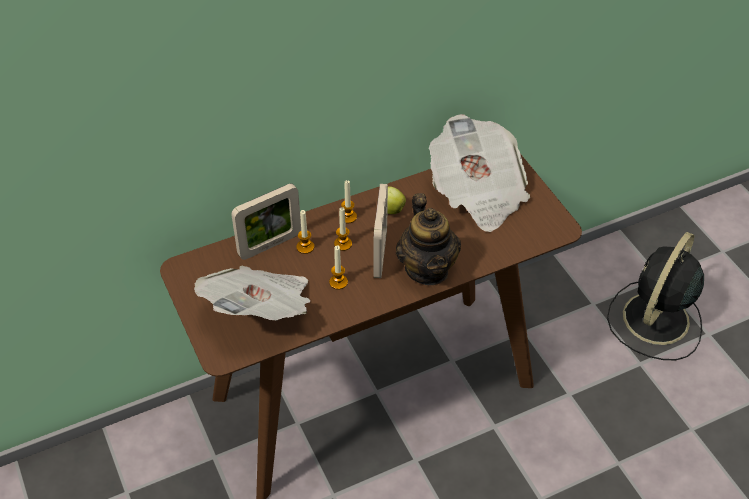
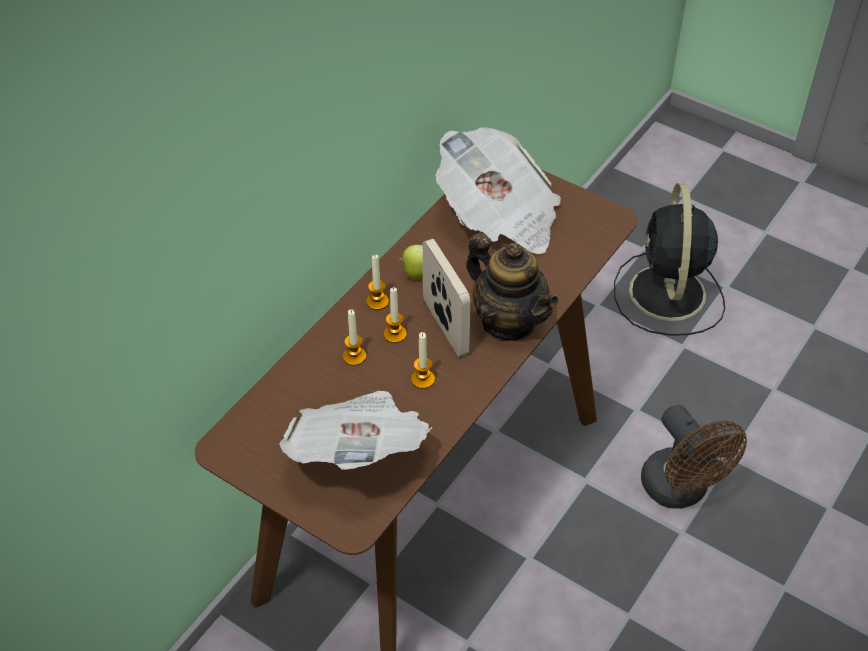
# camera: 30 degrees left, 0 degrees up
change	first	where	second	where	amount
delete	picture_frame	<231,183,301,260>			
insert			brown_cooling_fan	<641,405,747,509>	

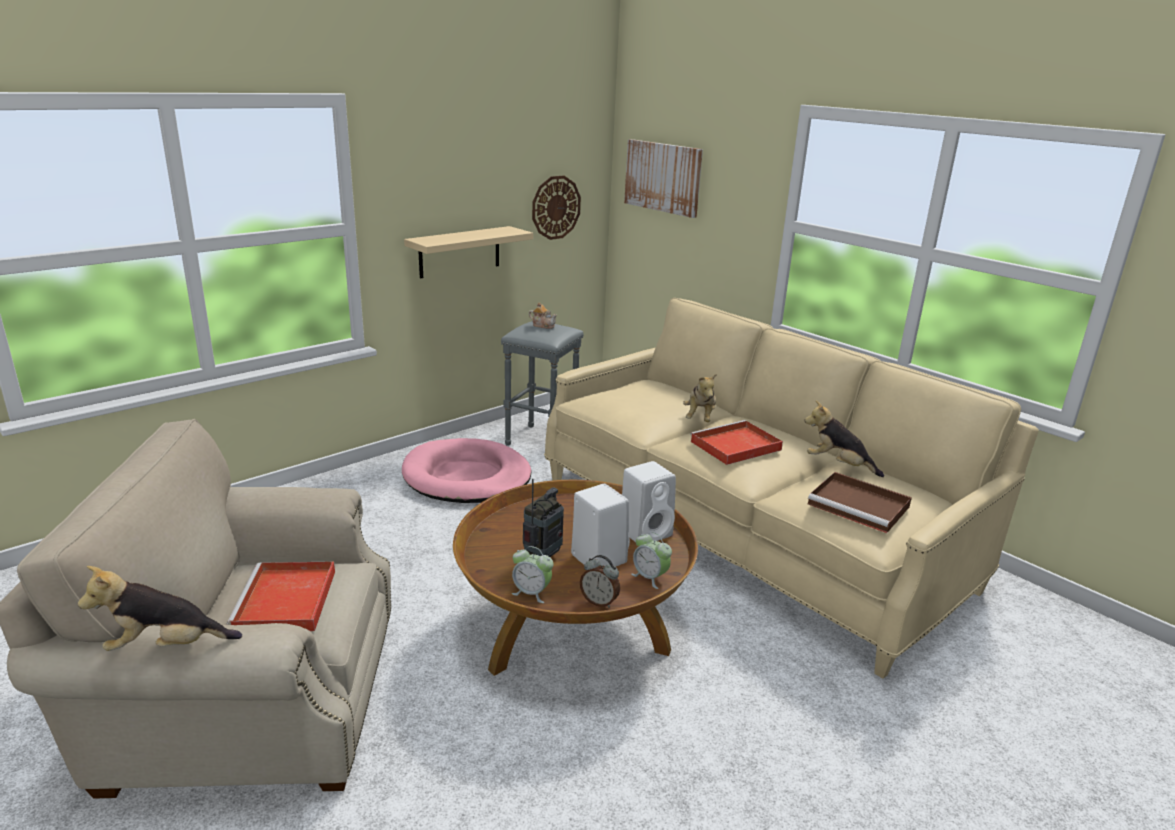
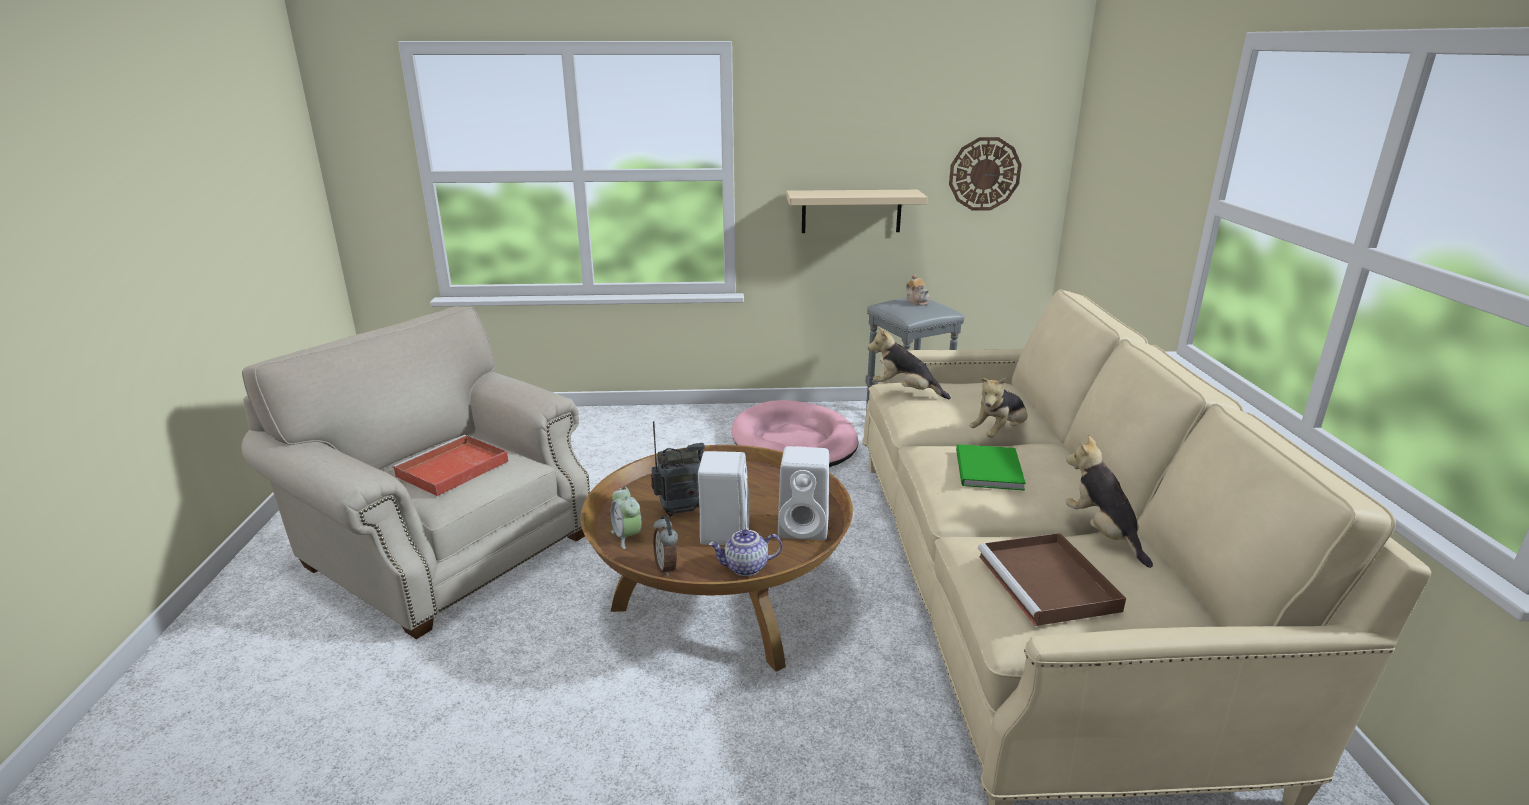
# camera: 40 degrees right, 0 degrees up
change	first	where	second	where	amount
delete	wall_art	<624,139,703,218>			
replace	red-coloured_serving_tray	<690,420,783,465>	green_bound_book	<956,444,1026,491>	
replace	bedside_clock	<631,532,672,589>	teapot	<708,529,782,576>	
move	soft_toy	<78,566,242,651>		<868,326,951,399>	

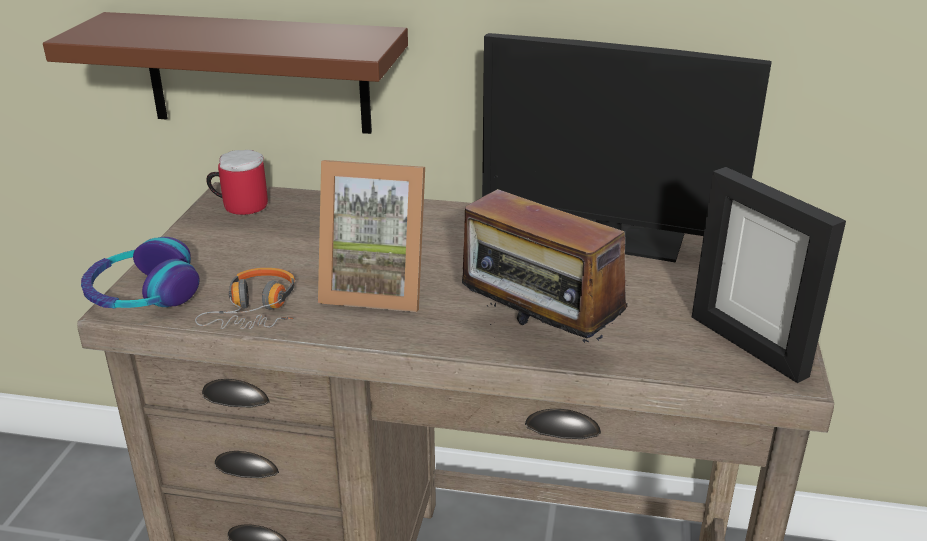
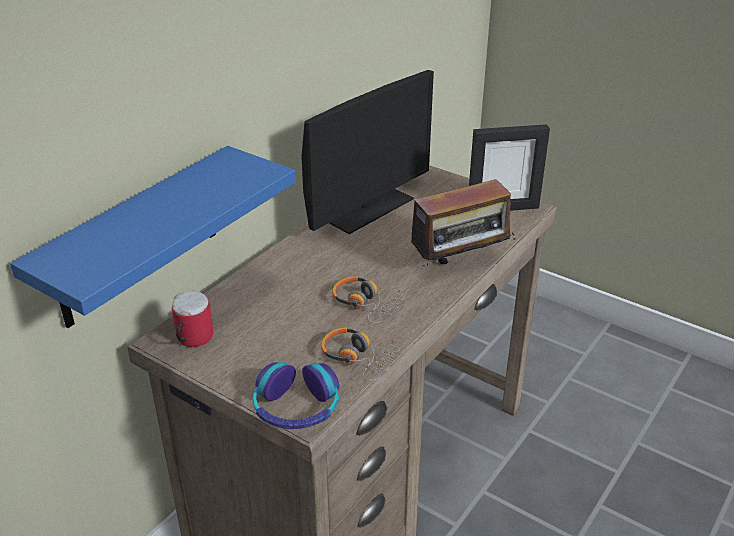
# camera: 65 degrees left, 5 degrees up
change	first	where	second	where	amount
recolor	brown_bracket_shelf	<43,12,408,134>	blue_bracket_shelf	<10,146,296,328>	
replace	picture_frame	<318,160,425,312>	headset	<332,276,404,323>	

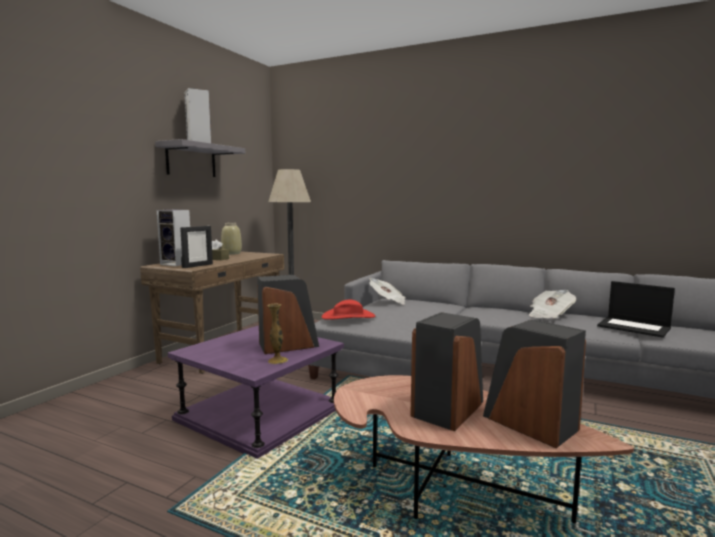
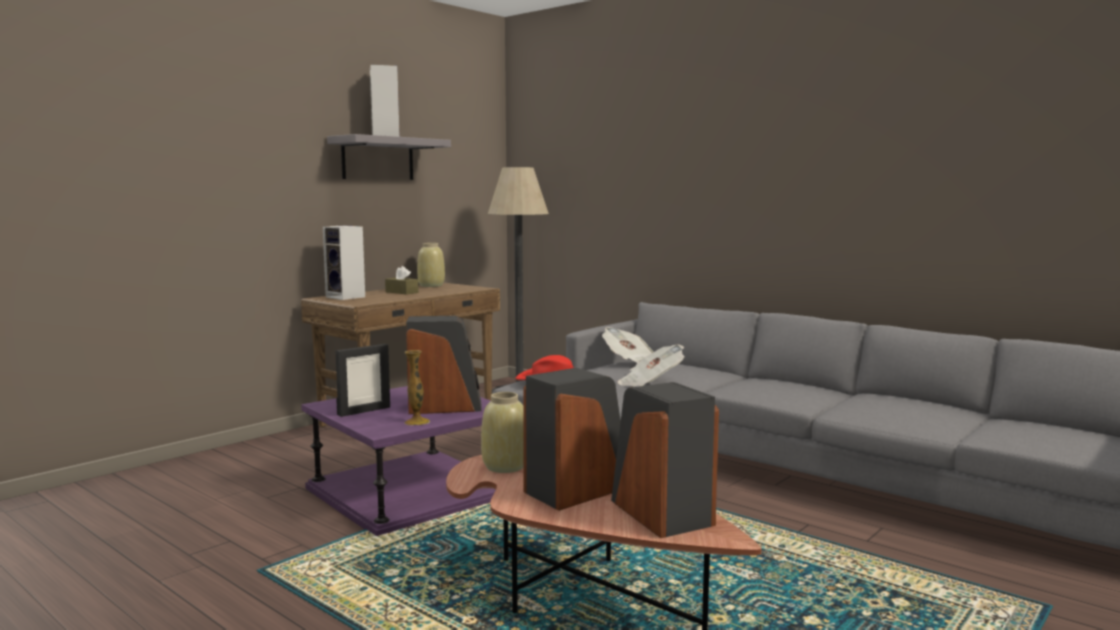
# camera: 15 degrees right, 0 degrees up
change	first	where	second	where	amount
move	picture_frame	<180,226,213,268>		<335,344,390,417>	
delete	portable_computer	<597,281,675,338>			
move	daily_paper	<529,290,576,318>		<617,345,684,387>	
insert			beige_vase	<481,392,524,473>	

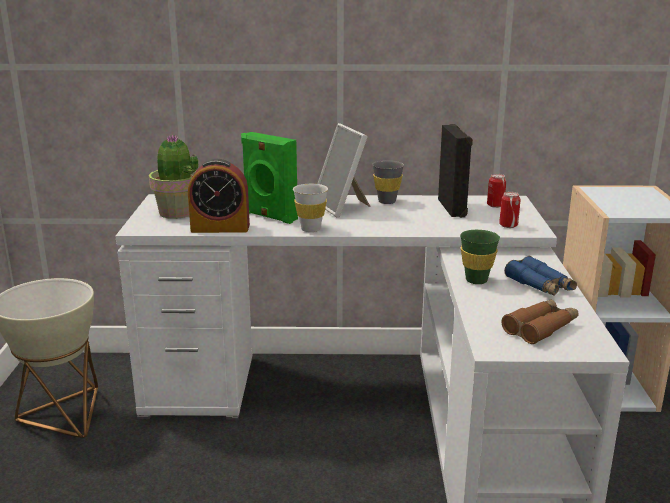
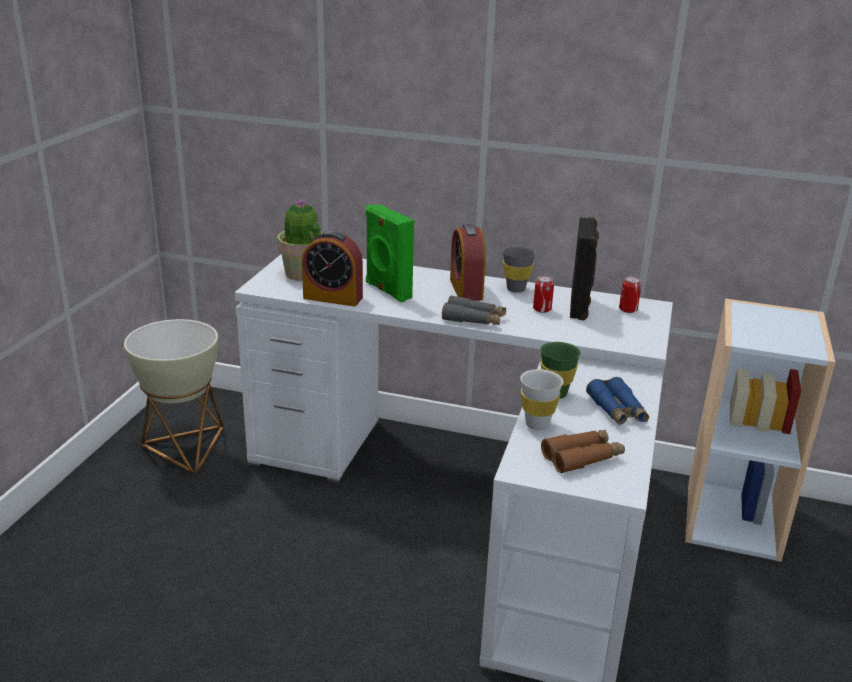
# camera: 15 degrees right, 5 degrees up
change	first	where	second	where	amount
replace	picture_frame	<317,123,371,218>	bedside_clock	<450,224,486,301>	
move	white_drinking_cup	<293,184,328,232>		<520,369,564,430>	
move	sealed_can	<499,191,521,228>		<533,276,554,313>	
insert			greyish_field_glasses	<442,295,506,325>	

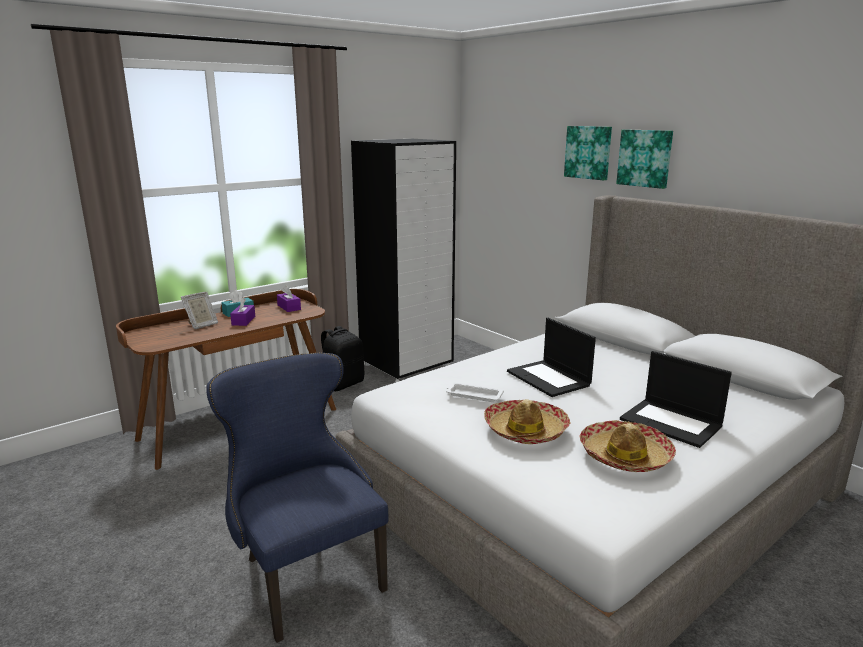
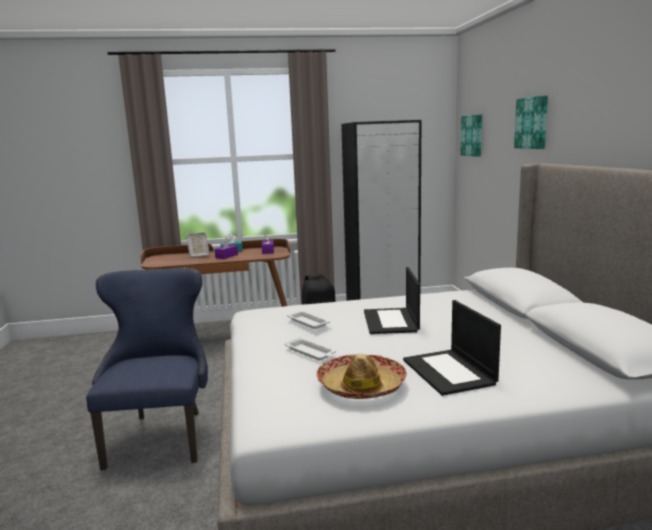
# camera: 30 degrees right, 5 degrees down
change	first	where	second	where	amount
move	wall_art	<616,129,673,189>		<460,114,482,157>	
replace	hat	<484,399,570,444>	white_serving_tray	<284,337,336,361>	

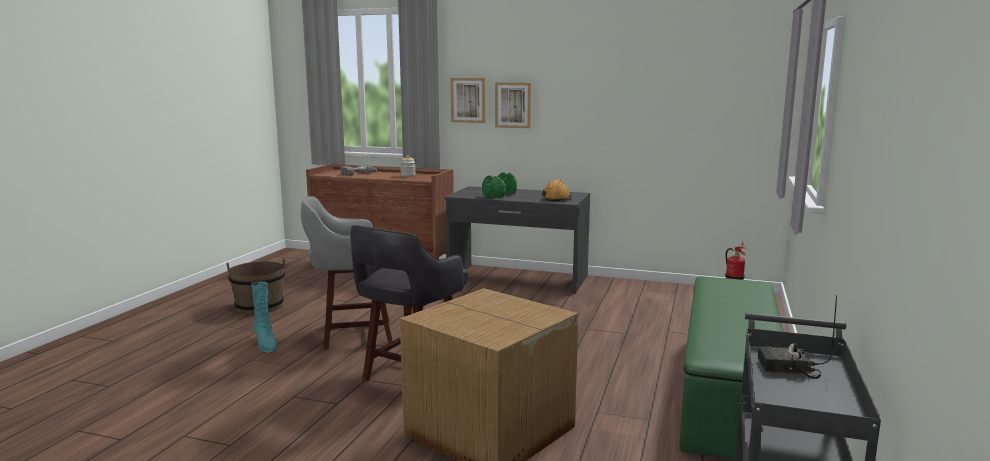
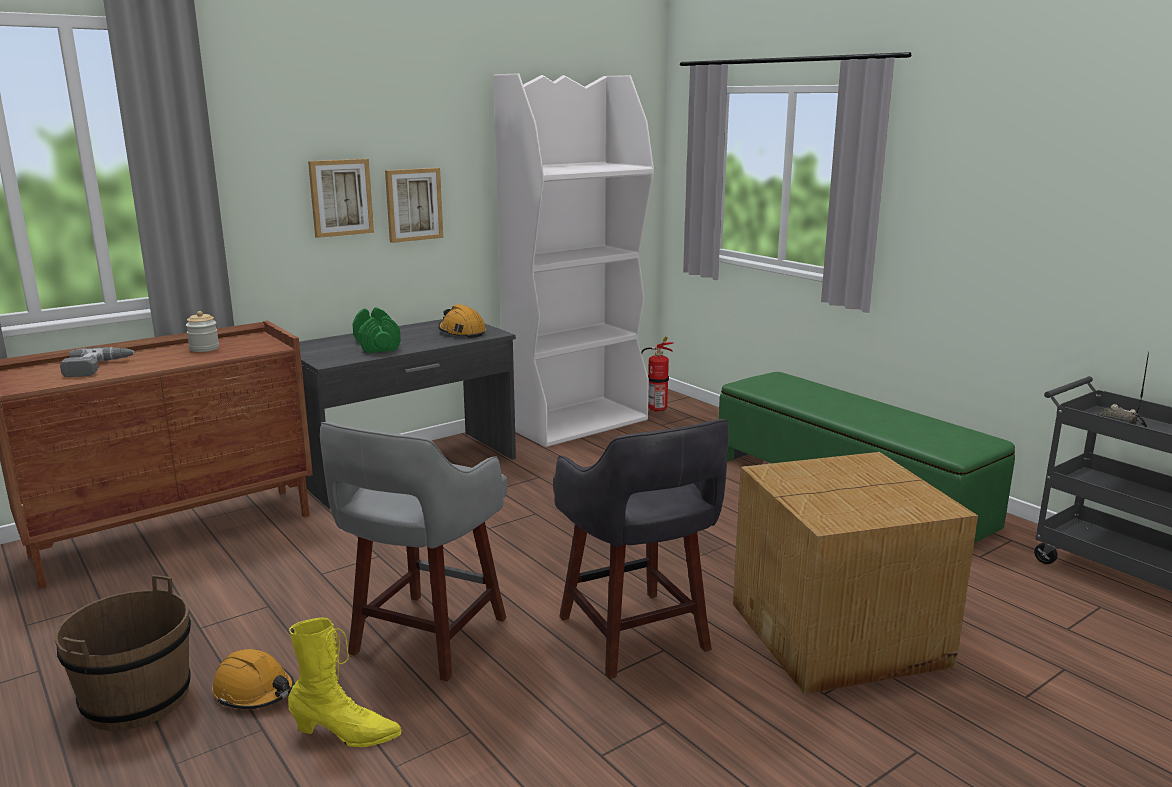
# camera: 55 degrees left, 5 degrees up
change	first	where	second	where	amount
move	wall_art	<451,78,486,123>		<385,168,443,243>	
recolor	turquoise-coloured_high-top_boot	<251,282,278,353>	yellow-coloured_high-top_boot	<288,618,402,747>	
insert			white_bookshelf	<493,73,654,447>	
insert			orange_hard_hat	<212,649,295,709>	

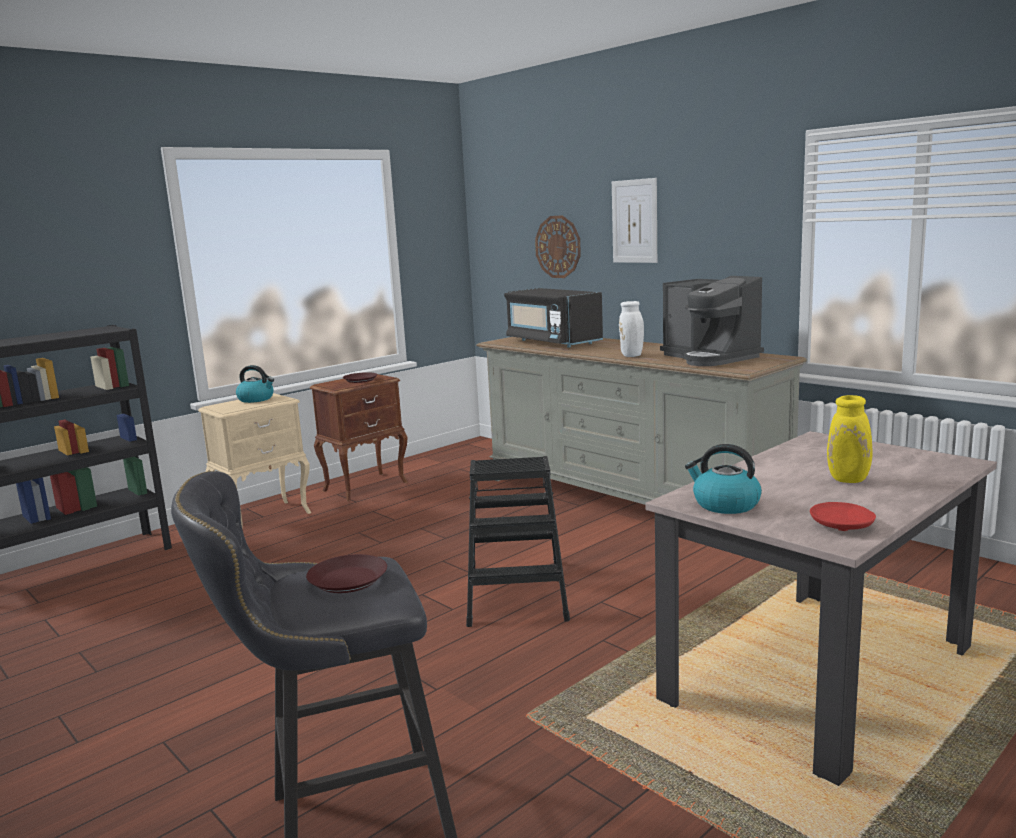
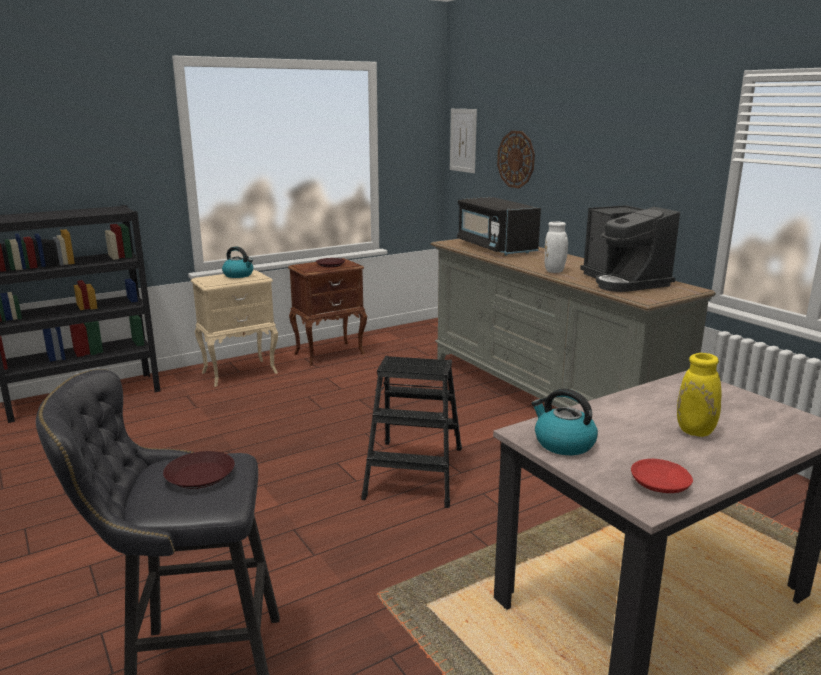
# camera: 10 degrees right, 5 degrees up
change	first	where	second	where	amount
move	wall_art	<612,178,657,263>		<450,109,477,173>	

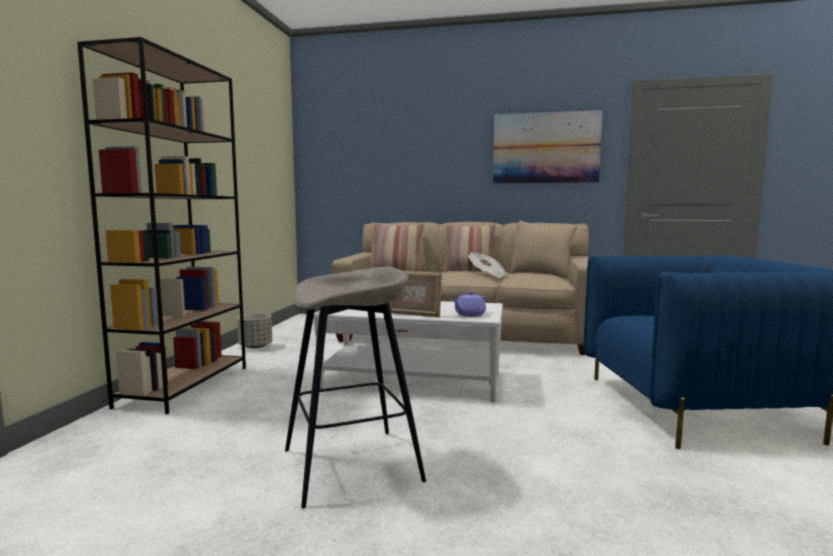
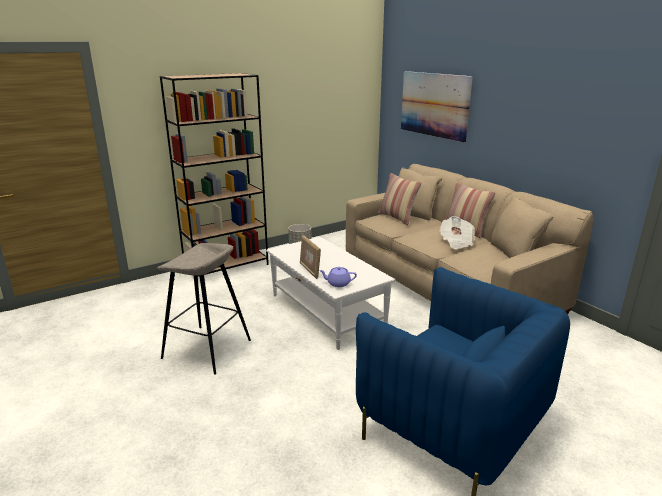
# camera: 45 degrees right, 15 degrees up
change	first	where	second	where	amount
move	wall_art	<493,110,603,184>		<401,71,473,142>	

